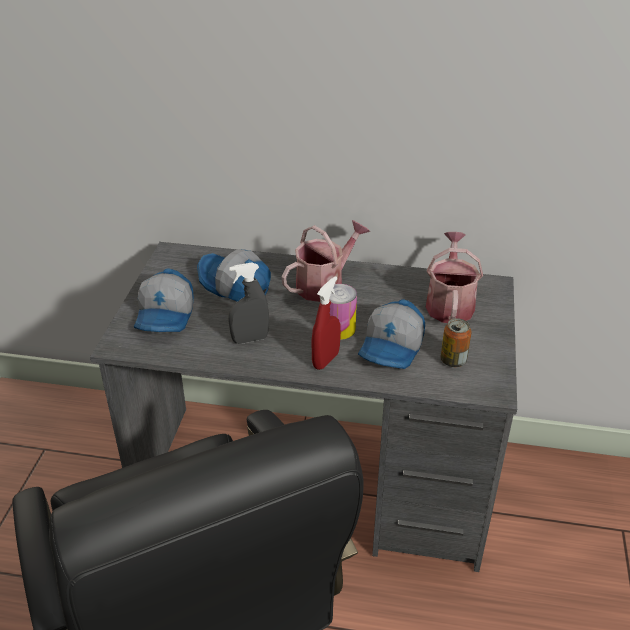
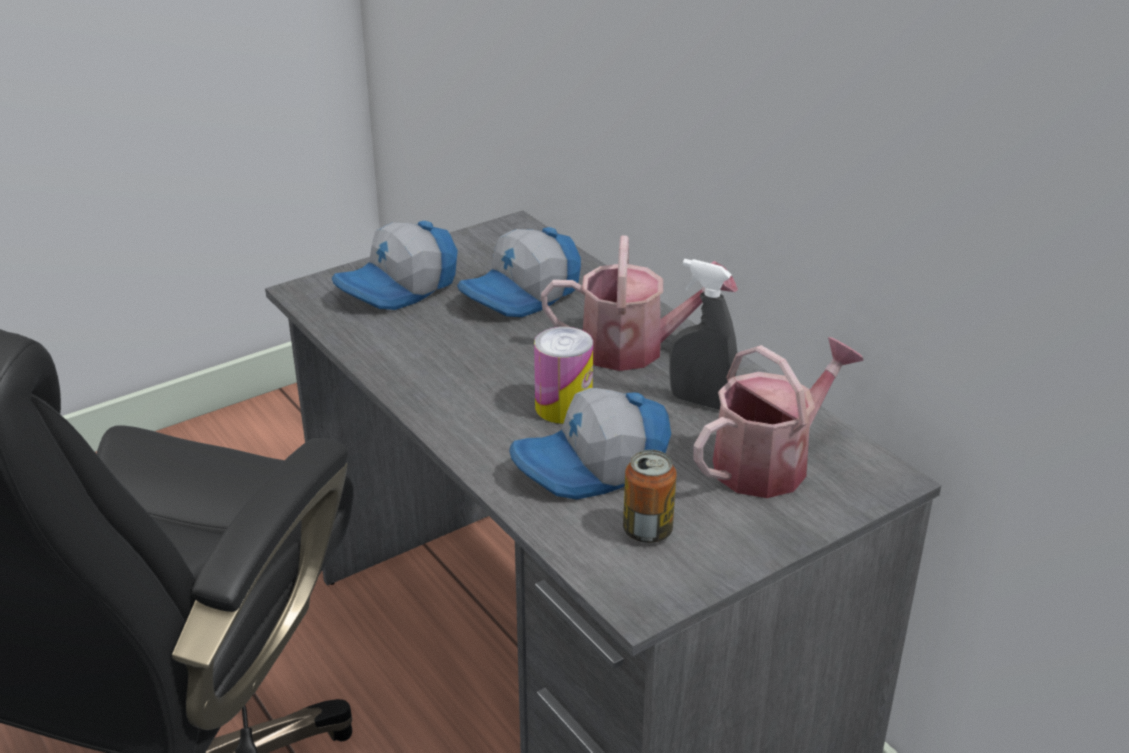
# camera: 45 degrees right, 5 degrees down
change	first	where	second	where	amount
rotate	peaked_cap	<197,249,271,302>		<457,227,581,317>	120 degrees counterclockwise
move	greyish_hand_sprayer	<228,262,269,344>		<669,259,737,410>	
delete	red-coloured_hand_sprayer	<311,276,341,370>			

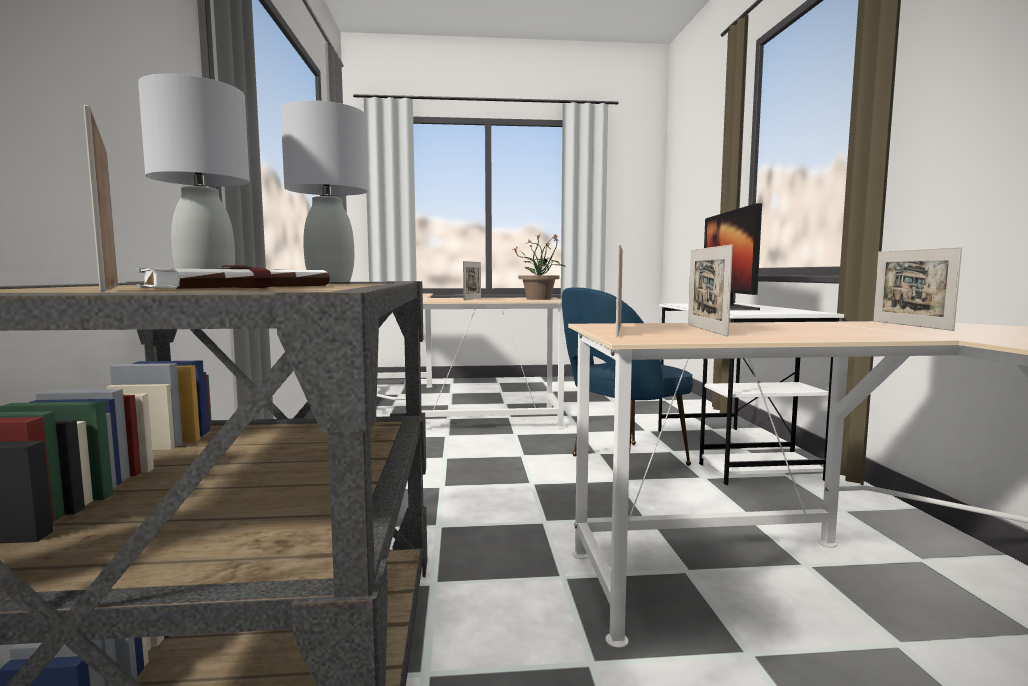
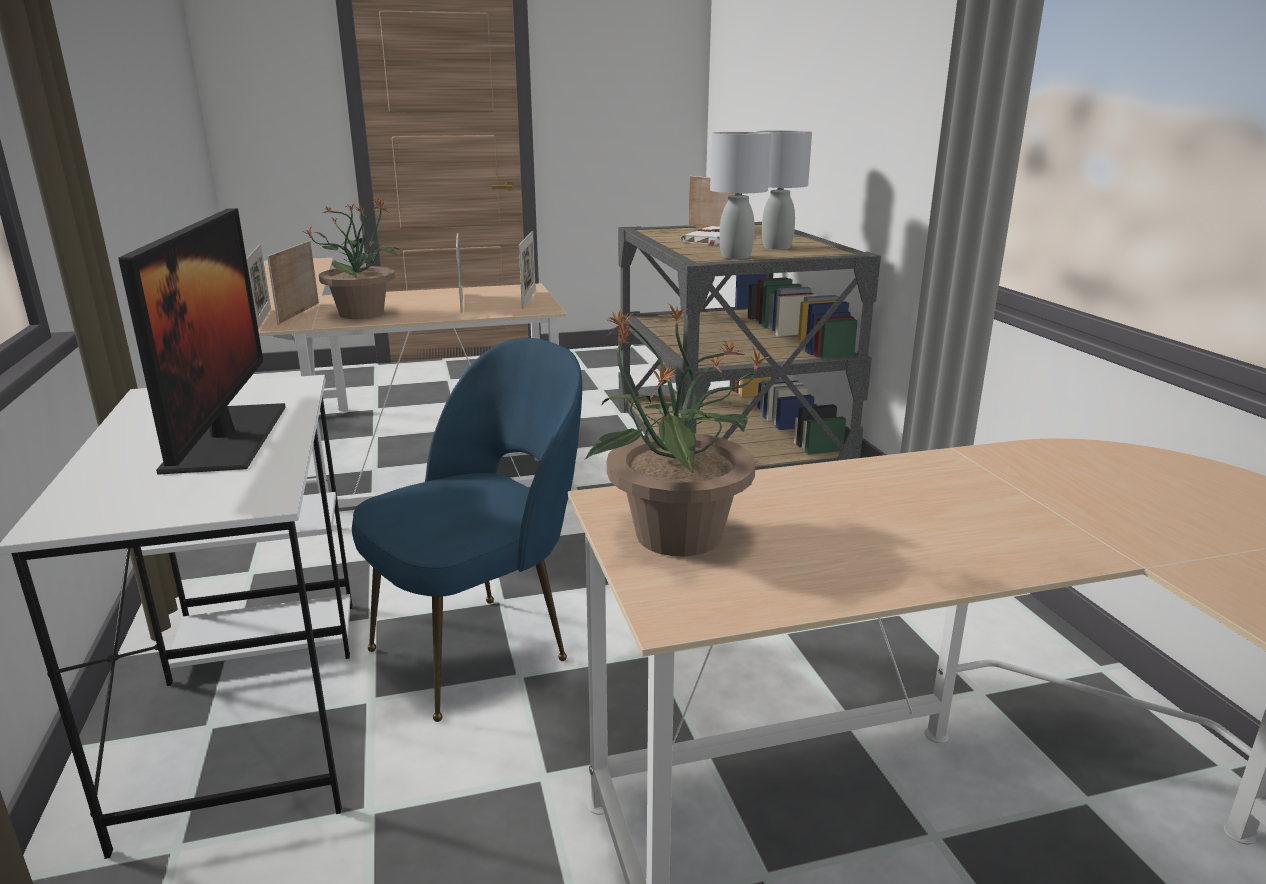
# camera: 170 degrees right, 15 degrees up
change	first	where	second	where	amount
move	picture_frame	<463,261,481,300>		<267,241,319,325>	
insert			potted_plant	<305,197,399,319>	

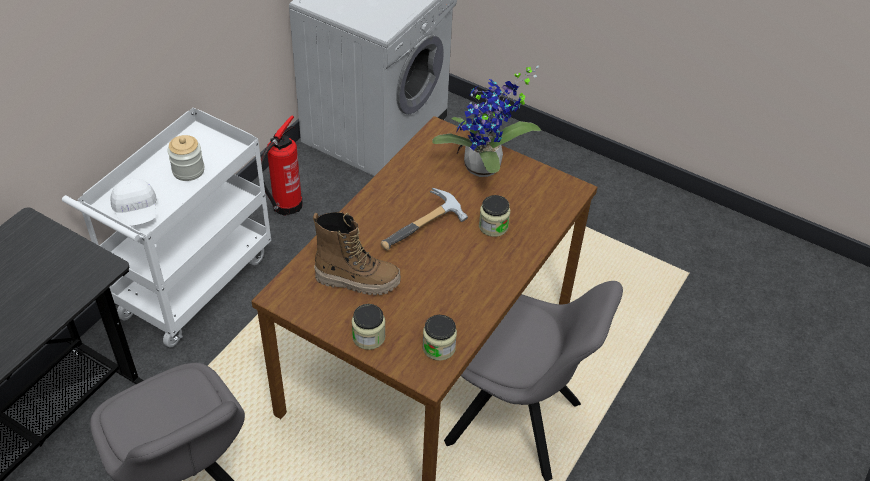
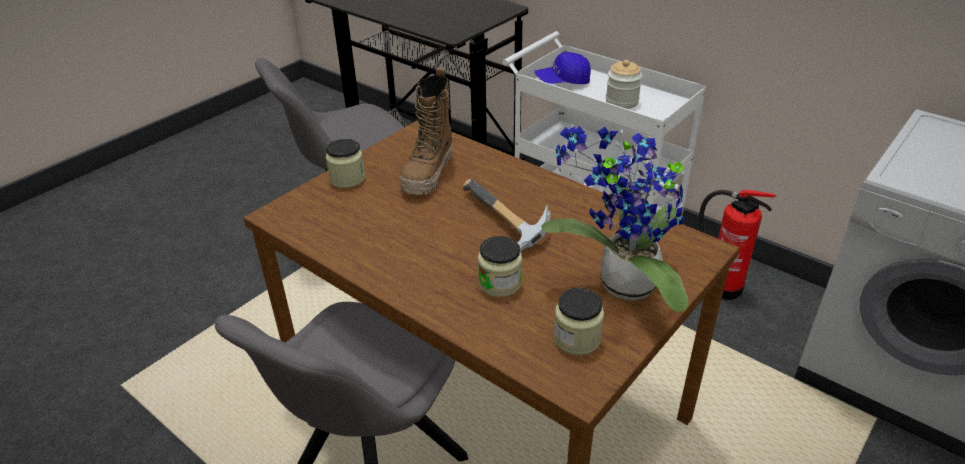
# camera: 100 degrees right, 10 degrees down
change	first	where	second	where	amount
recolor	white_peaked_cap	<111,178,157,226>	blue_peaked_cap	<534,52,591,84>	
move	preserve_jar	<422,315,457,361>		<554,288,604,355>	

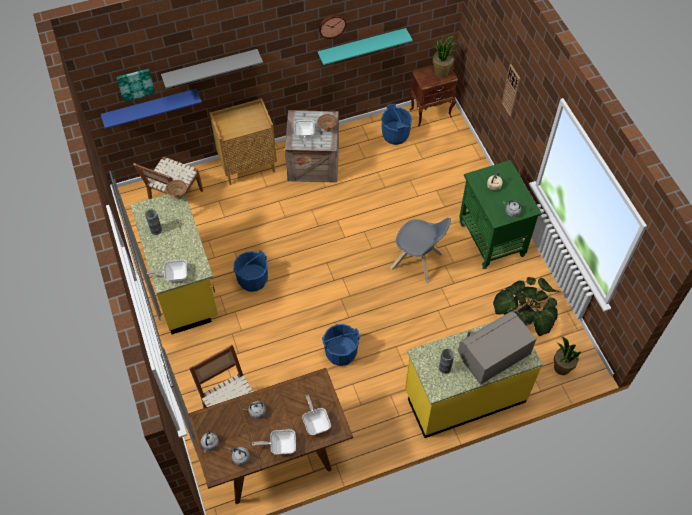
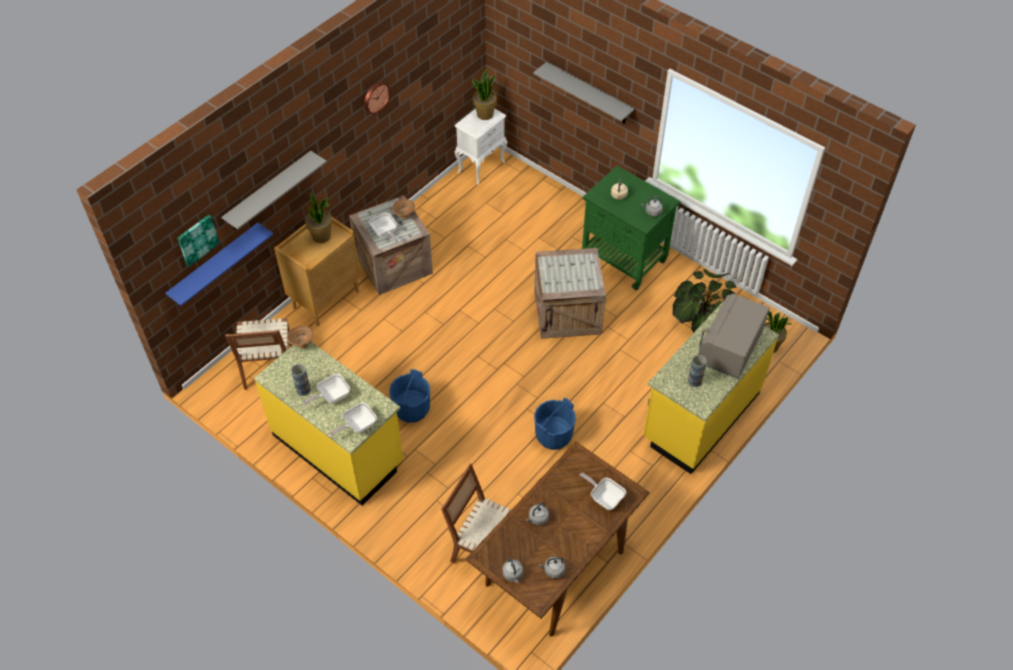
# camera: 30 degrees left, 5 degrees down
change	first	where	second	where	amount
delete	turquoise-coloured_bracket_shelf	<318,28,413,65>			
replace	hanging_clock	<502,64,520,117>	greyish_bracket_shelf	<533,62,634,124>	
recolor	brown_bedside_table	<409,65,458,127>	white_bedside_table	<455,108,507,185>	
delete	blue_bucket	<381,104,412,145>			
replace	greyish_upright_chair	<390,218,451,283>	crate	<534,248,606,339>	
move	pan	<252,429,296,455>		<303,374,350,405>	
insert			potted_plant	<305,192,332,243>	

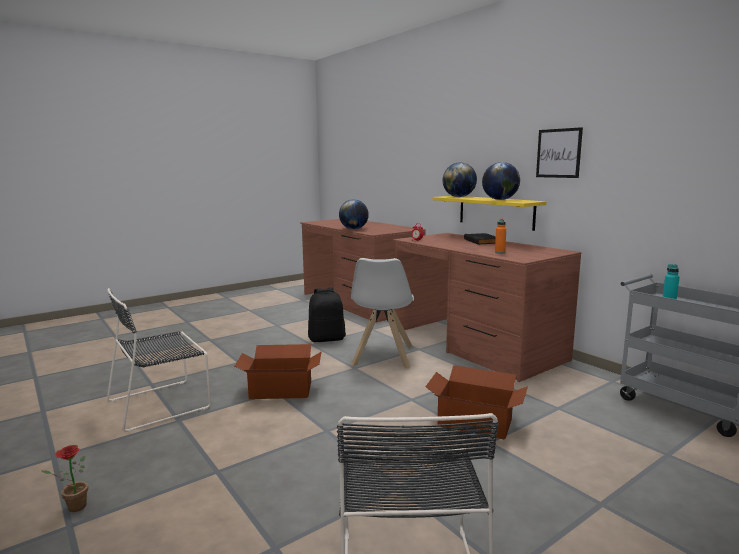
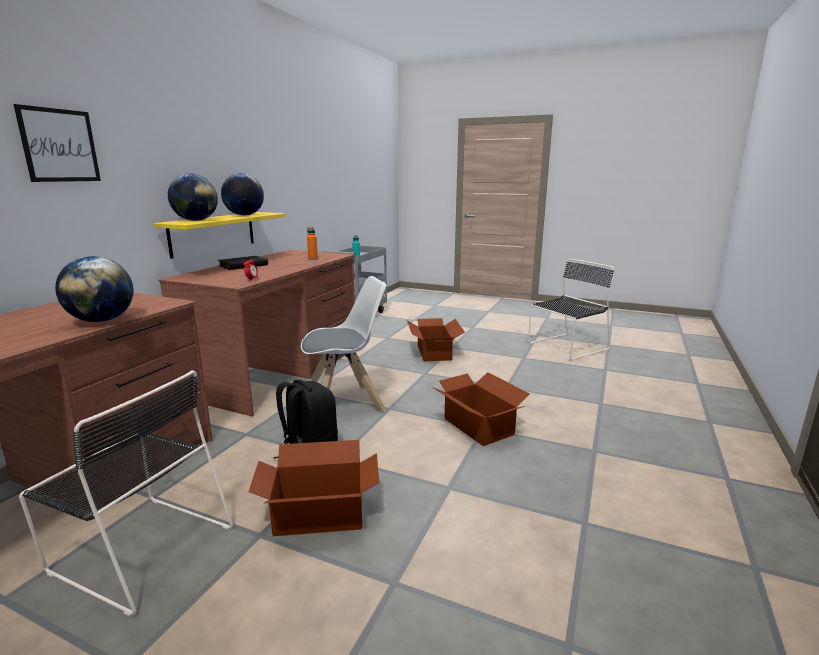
# camera: 120 degrees left, 5 degrees up
change	first	where	second	where	amount
move	wall_art	<536,127,583,178>		<13,104,101,182>	
move	black-coloured_upright_chair	<107,288,211,432>		<19,370,233,616>	
delete	potted_plant	<42,445,88,512>			
insert			carton	<249,440,379,536>	

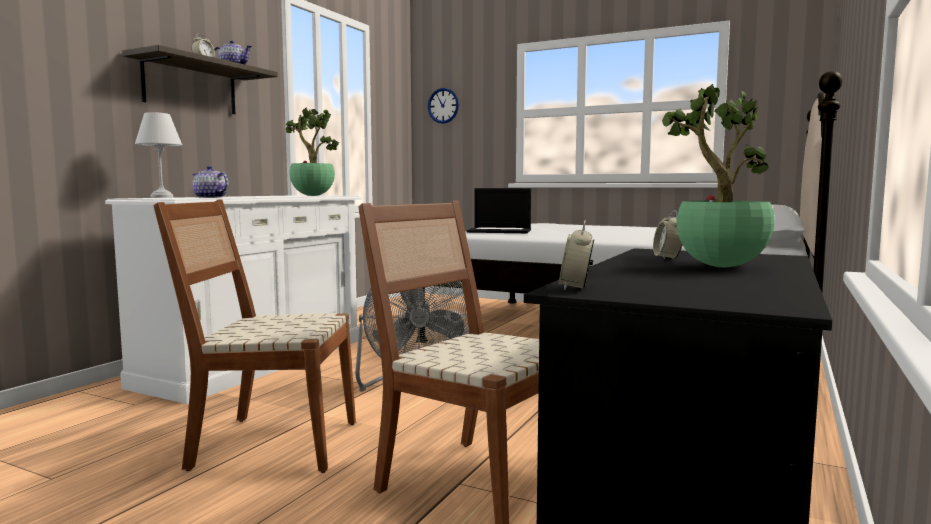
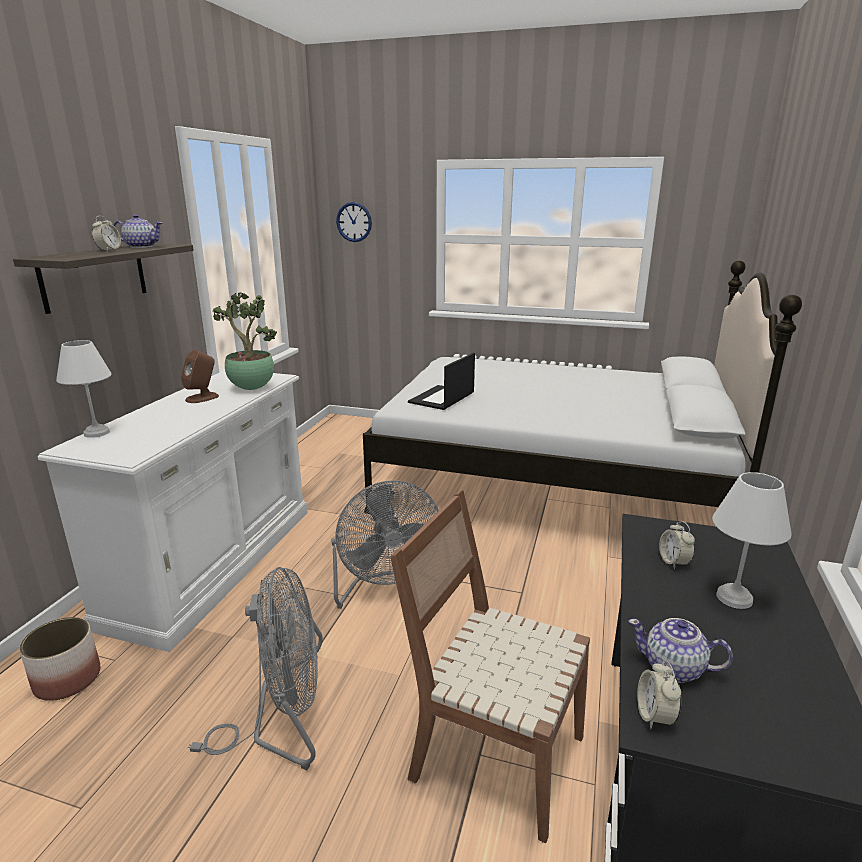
# camera: 10 degrees left, 15 degrees up
change	first	where	second	where	amount
replace	potted_plant	<662,84,775,267>	white_tabletop_lamp	<712,472,791,609>	
move	teapot	<192,166,229,198>		<628,618,733,683>	
rotate	portable_computer	<467,188,531,233>		<408,353,475,410>	120 degrees clockwise
replace	upright_chair	<153,199,356,473>	greyish_cooling_fan	<189,567,323,771>	
insert			brown_speaker	<181,350,219,403>	
insert			planter	<19,617,100,701>	

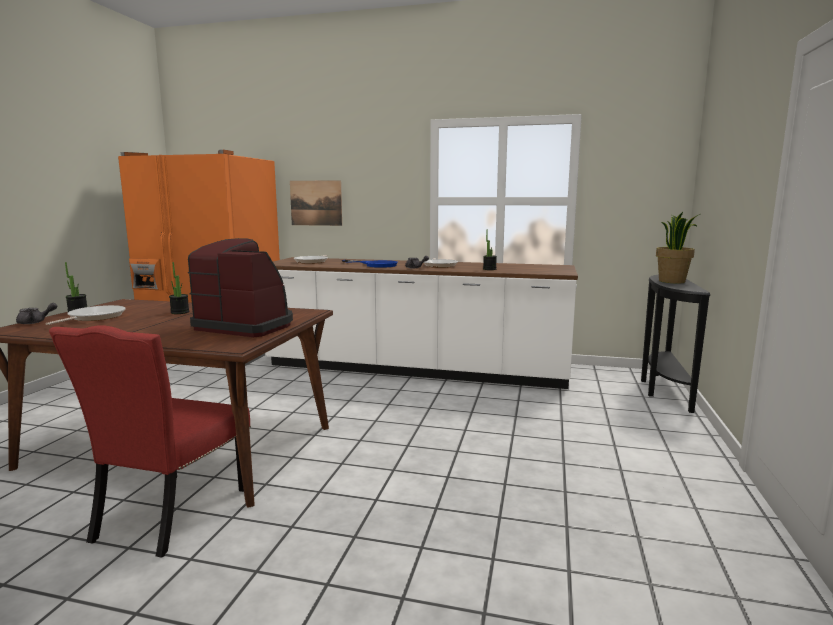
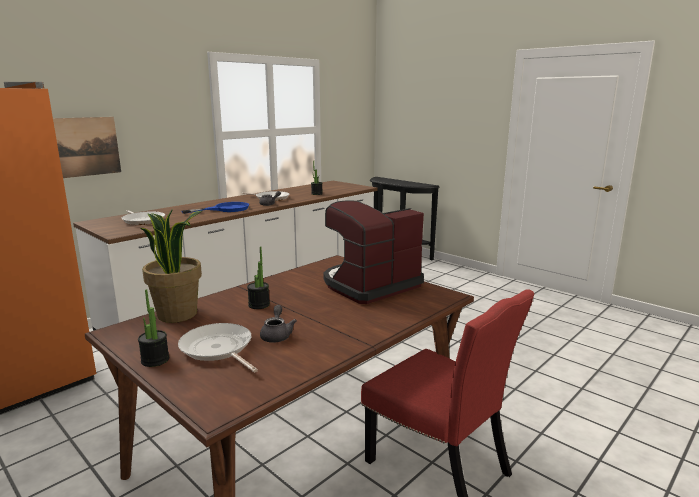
# camera: 60 degrees left, 5 degrees up
change	first	where	second	where	amount
move	potted_plant	<656,212,700,283>		<140,209,202,323>	
move	greyish_teapot	<16,303,58,324>		<260,305,297,343>	

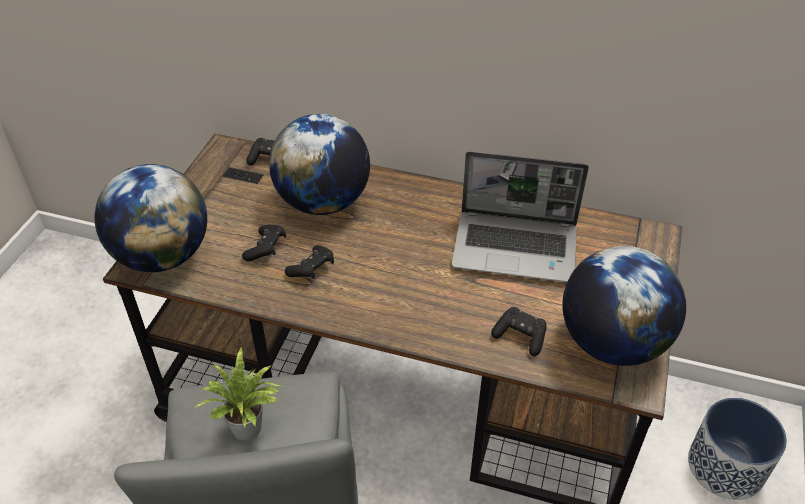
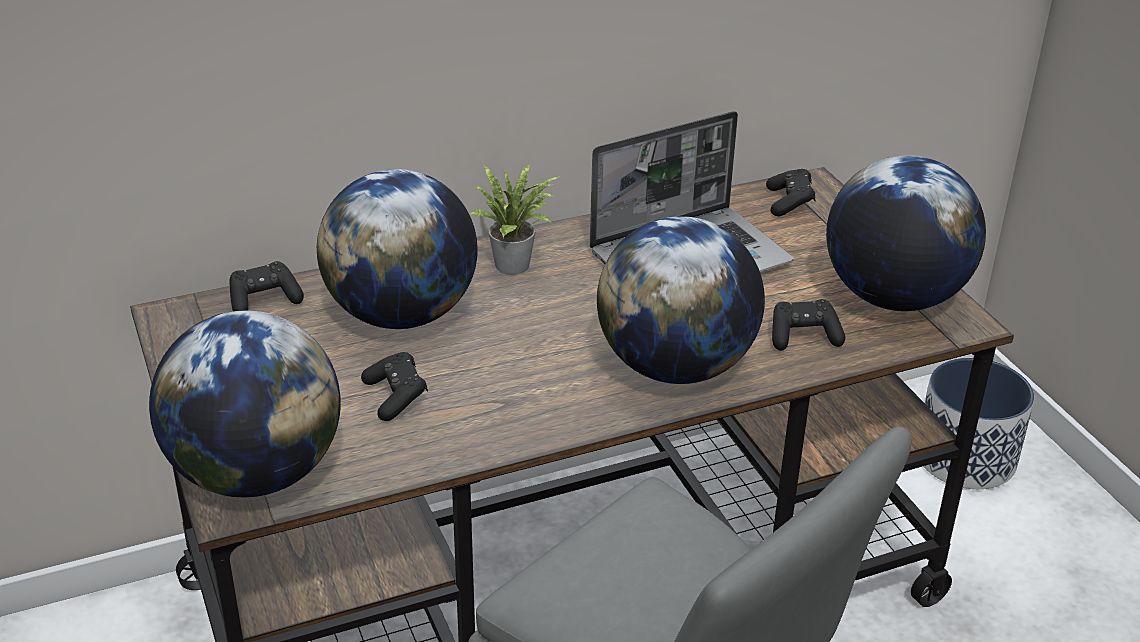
# camera: 40 degrees left, 10 degrees down
change	first	where	second	where	amount
move	black-coloured_joypad	<285,245,334,279>		<766,169,815,216>	
move	potted_plant	<194,346,283,440>		<469,164,560,275>	
insert			world_globe	<597,216,765,384>	

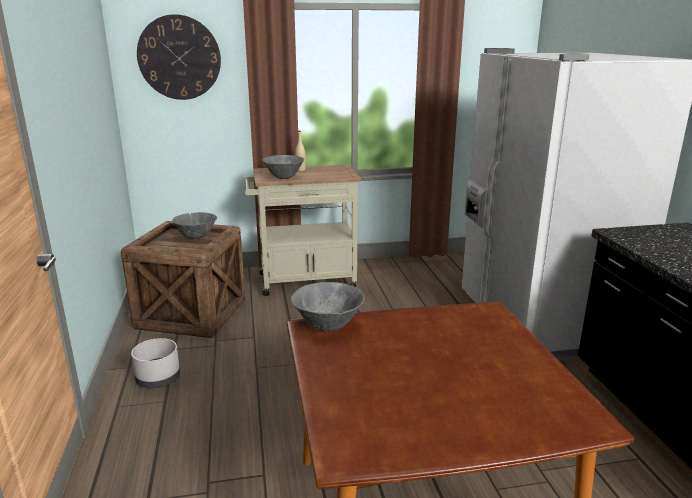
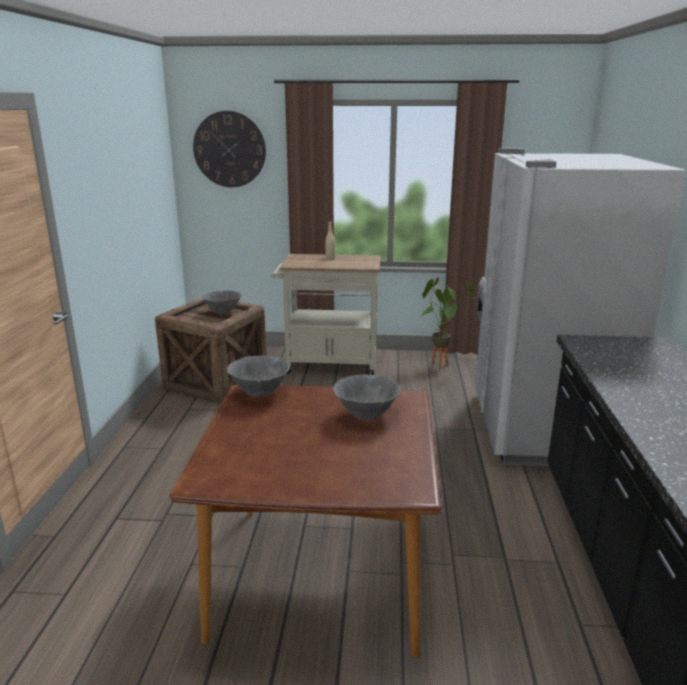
# camera: 15 degrees right, 0 degrees up
change	first	where	second	where	amount
move	greyish_bowl	<262,155,304,179>		<333,374,401,420>	
delete	greyish_planter	<131,338,180,388>			
insert			potted_plant	<420,278,476,369>	

